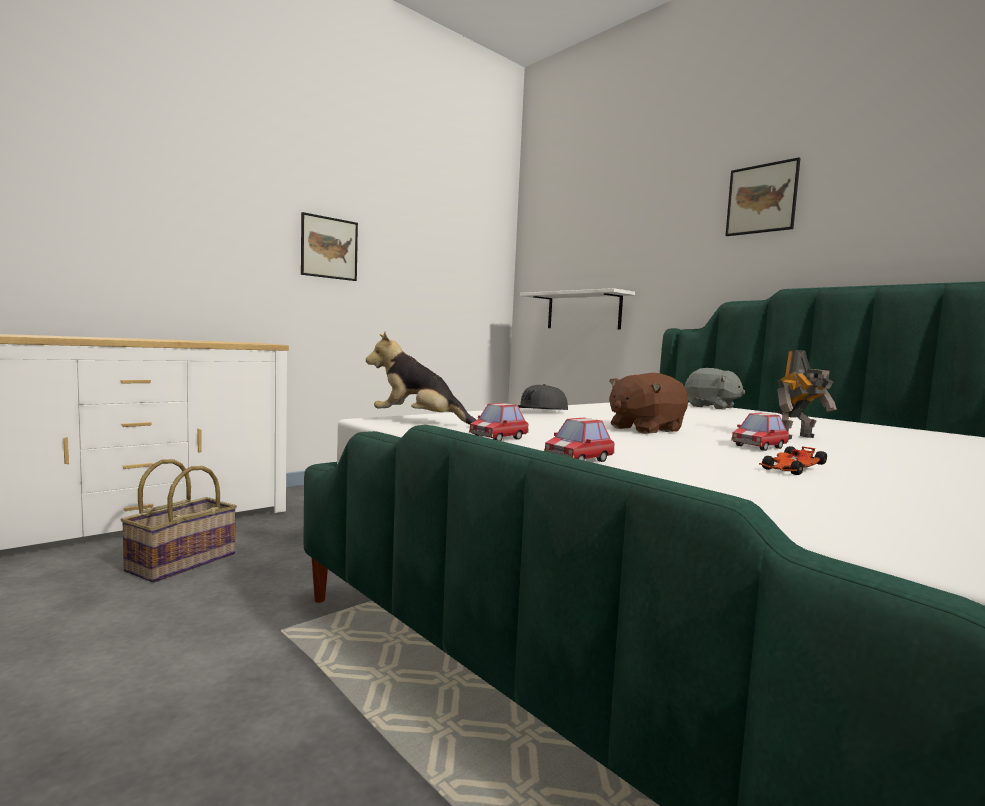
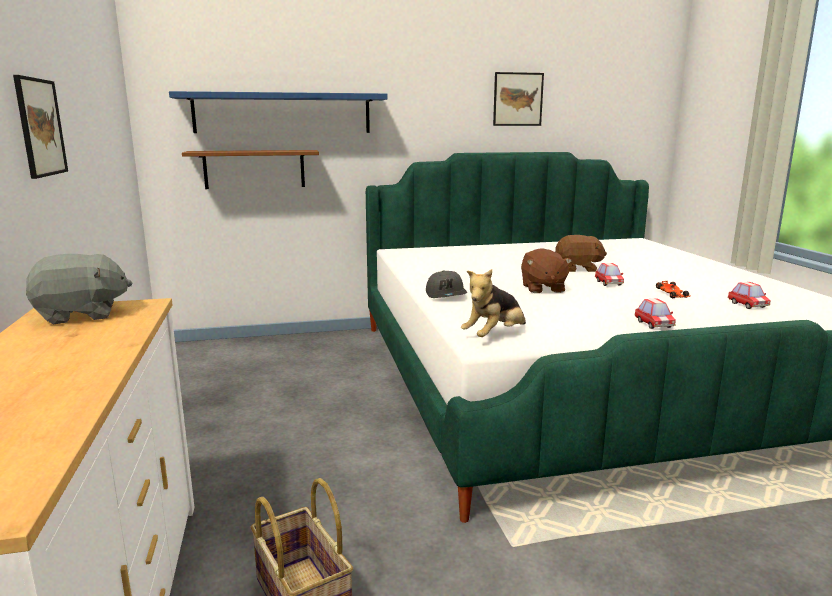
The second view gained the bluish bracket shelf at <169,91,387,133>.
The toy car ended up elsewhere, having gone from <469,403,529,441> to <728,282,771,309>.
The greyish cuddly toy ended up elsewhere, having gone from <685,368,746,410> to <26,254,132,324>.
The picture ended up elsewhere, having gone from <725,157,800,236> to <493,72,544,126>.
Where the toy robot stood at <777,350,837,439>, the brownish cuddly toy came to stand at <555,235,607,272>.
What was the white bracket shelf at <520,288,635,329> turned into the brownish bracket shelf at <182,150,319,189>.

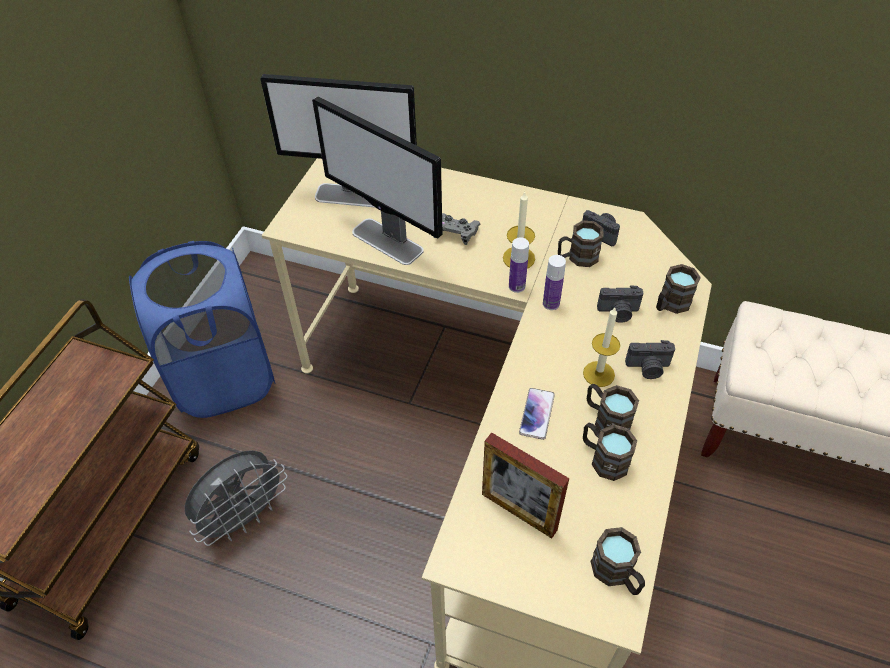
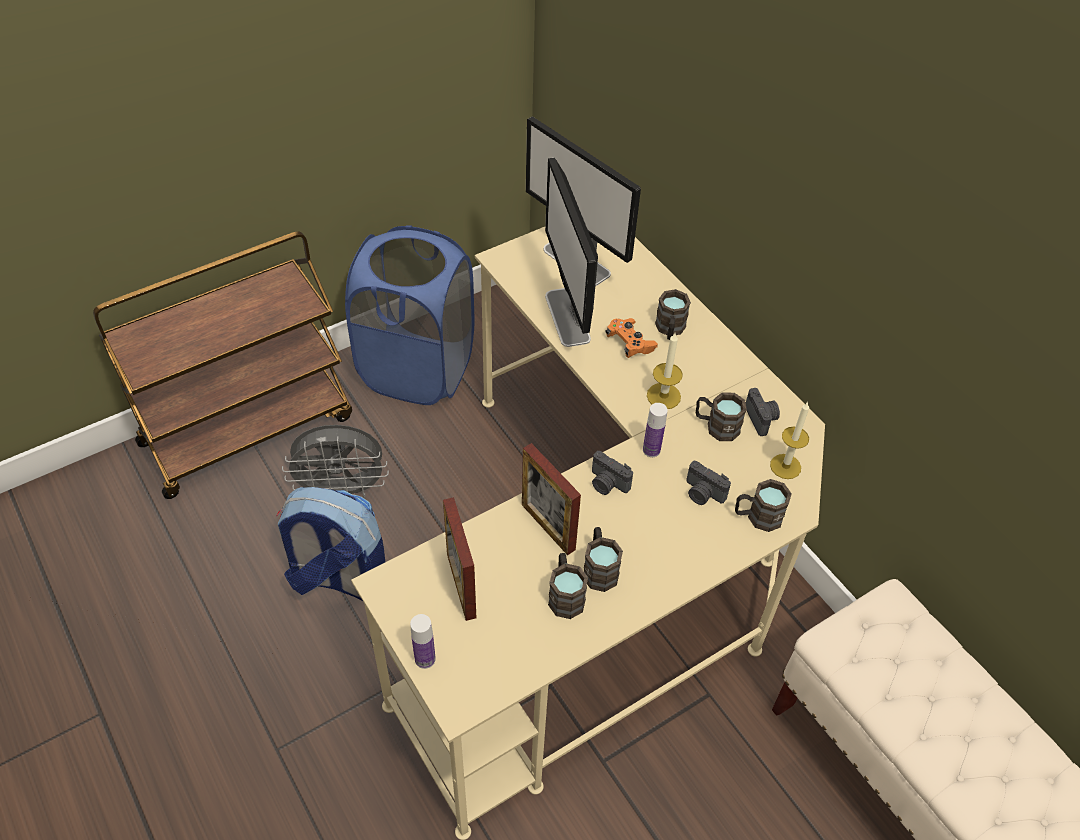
The second view gained the knapsack at <276,487,385,601>.
The beverage bottle ended up elsewhere, having gone from <509,237,529,293> to <410,614,436,669>.
The wax light ended up elsewhere, having gone from <583,308,620,387> to <770,402,809,479>.
The brownish tea mug ended up elsewhere, having gone from <591,527,645,595> to <655,289,691,340>.
The still camera ended up elsewhere, having gone from <625,340,675,379> to <592,451,633,495>.
Where the telephone stood at <519,388,555,440>, the picture frame came to stand at <522,443,581,555>.
What was the greyish joypad at <433,213,480,245> turned into the orangey joypad at <606,318,658,358>.

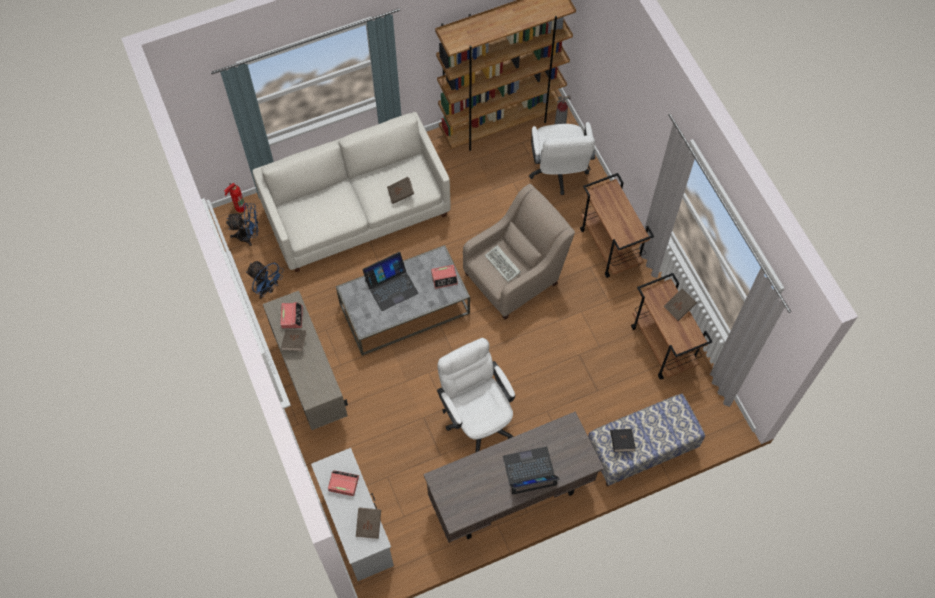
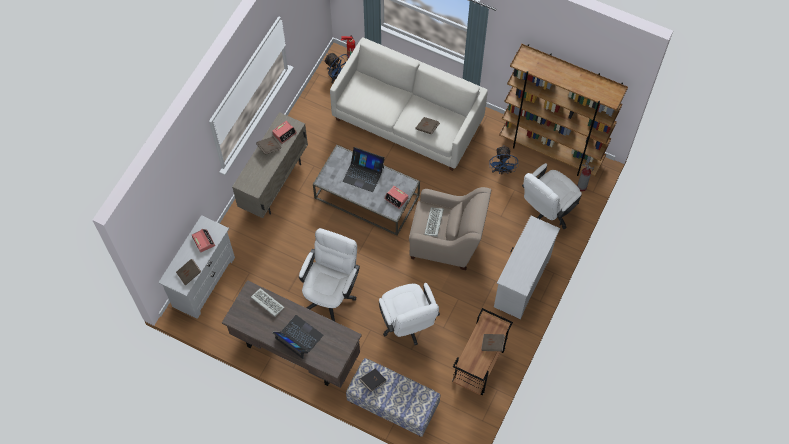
The second view gained the PC keyboard at <251,288,284,317>.
The second view gained the white office chair at <379,283,440,345>.
The bluish fan ended up elsewhere, having gone from <246,261,284,299> to <489,146,518,174>.
Where the brownish cart stood at <580,173,654,278>, the white dresser came to stand at <494,216,560,319>.

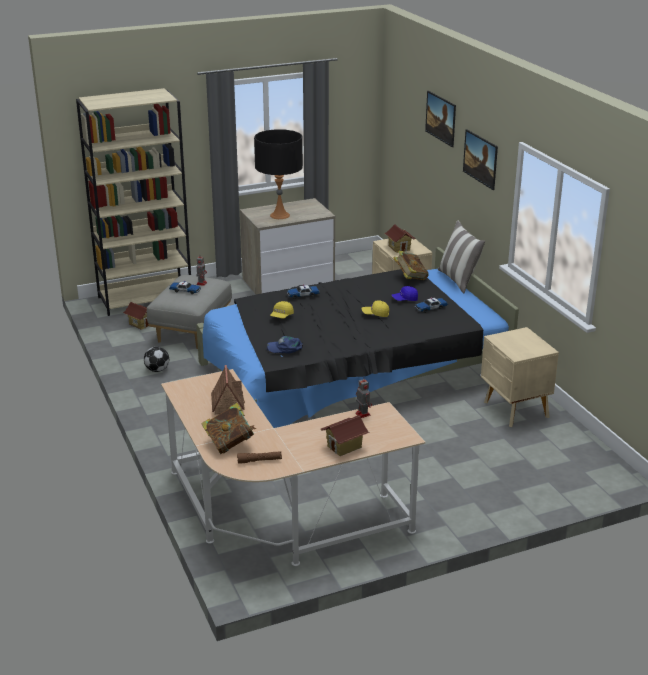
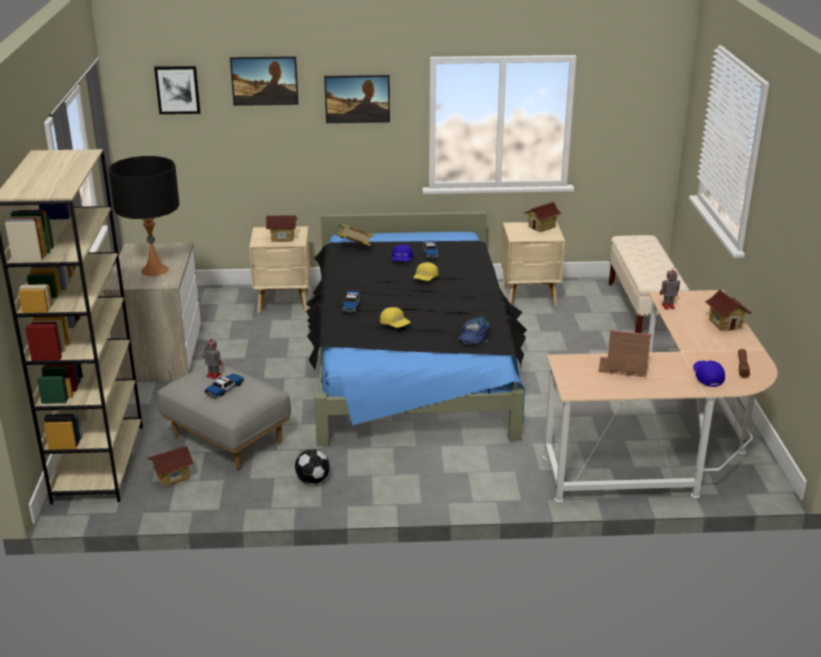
The second view lost the cushion at <438,220,485,293>.
The second view gained the picture at <154,66,201,114>.
The second view gained the toy house at <524,202,562,232>.
The second view gained the sand-coloured indoor bench at <609,235,689,333>.
Where the volume stood at <201,403,256,454>, the bluish cap came to stand at <693,360,725,387>.

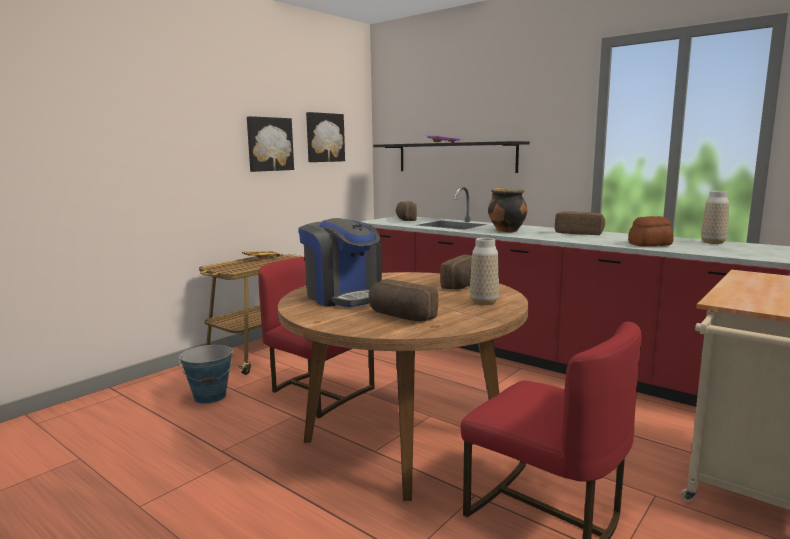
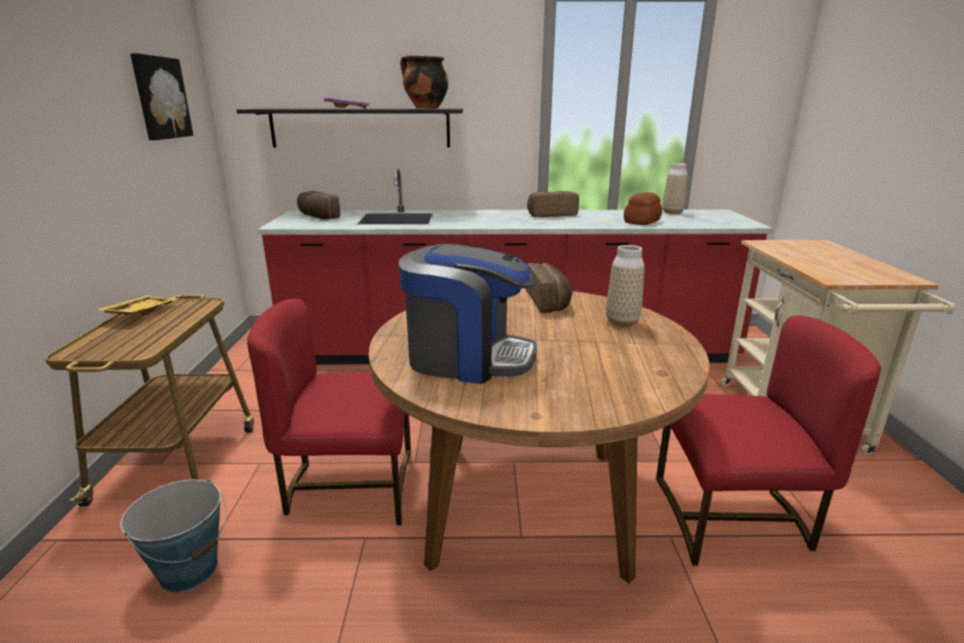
The second view lost the picture at <247,116,294,172>.
The second view lost the baked bread at <369,279,438,321>.
The cooking pot ended up elsewhere, having gone from <488,187,528,232> to <400,56,448,109>.

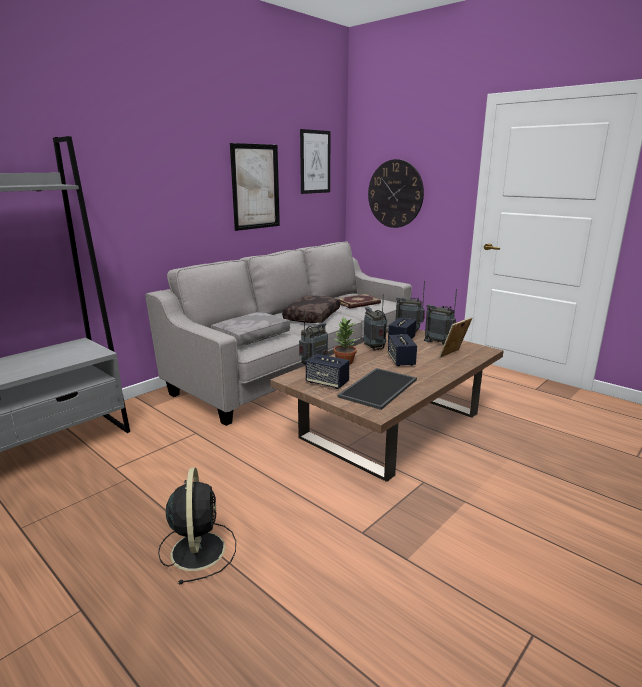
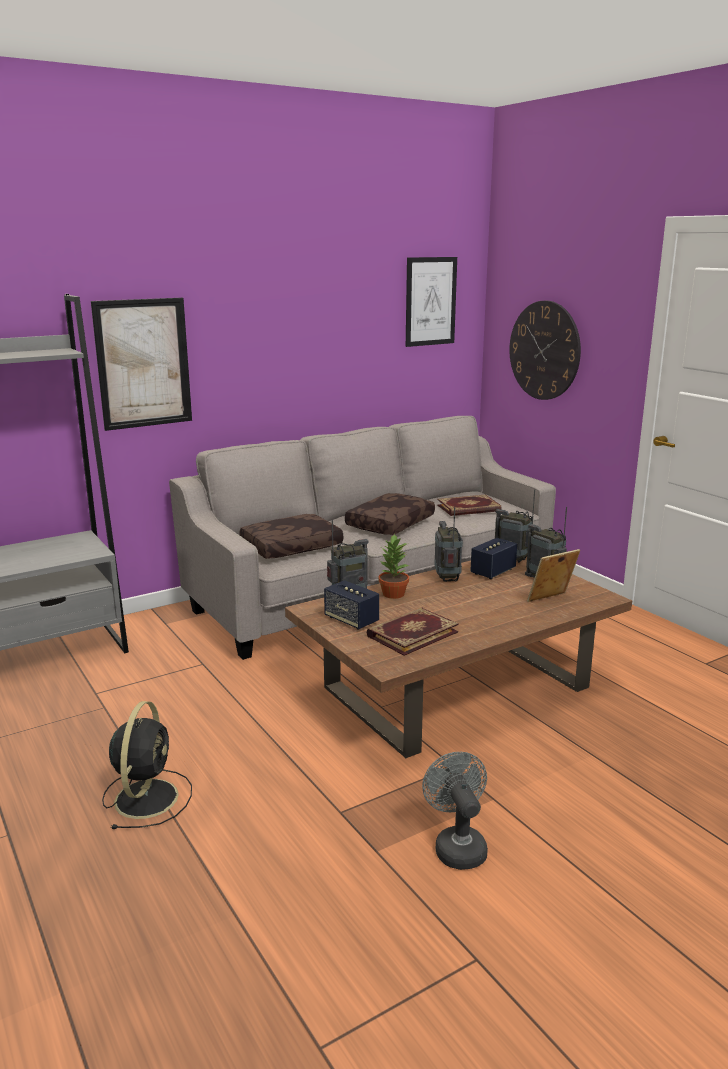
The second view lost the speaker at <388,334,417,366>.
The second view gained the greyish fan at <422,752,488,870>.
The picture ended up elsewhere, having gone from <230,143,280,231> to <91,298,192,431>.
Where the carrying tray stood at <337,368,417,410>, the volume came to stand at <366,608,459,656>.
What was the greyish cushion at <211,312,290,346> turned into the brownish cushion at <240,514,343,559>.

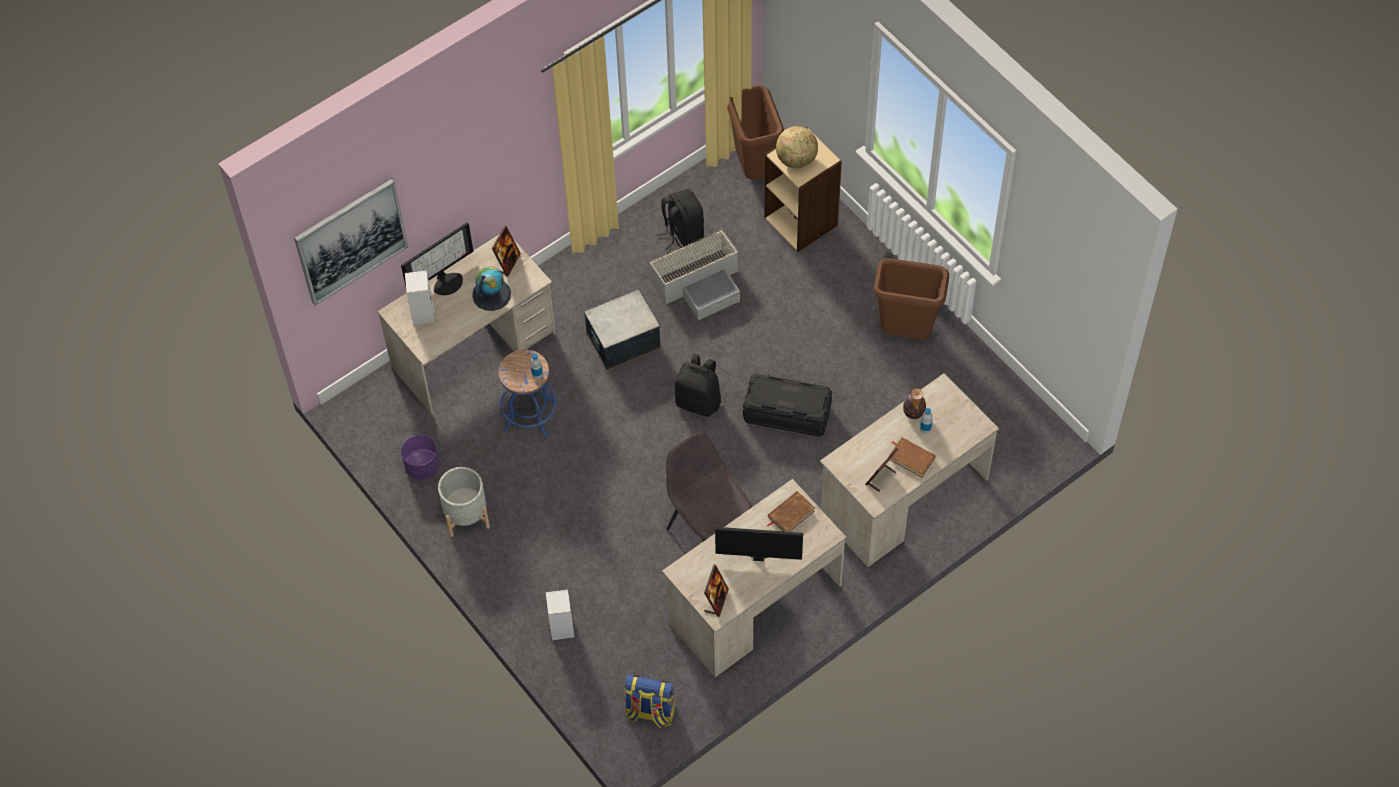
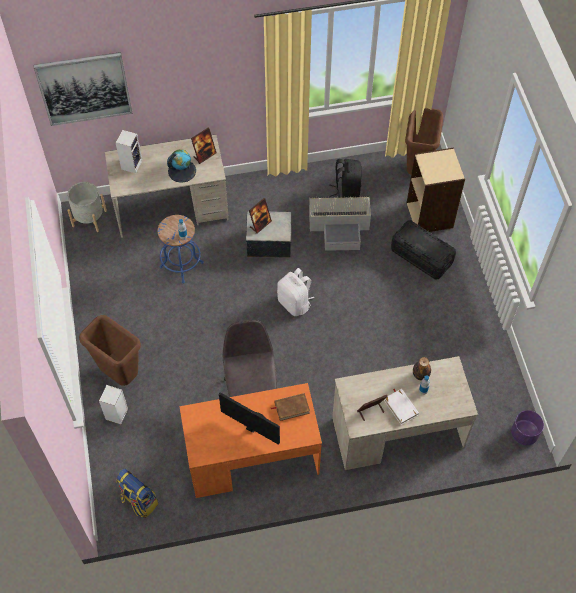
The second view lost the monitor at <401,222,473,295>.
The second view lost the world globe at <776,126,818,169>.
The purple-coloured plant pot ended up elsewhere, having gone from <401,435,440,480> to <511,410,544,445>.
The greyish plant pot ended up elsewhere, having gone from <438,467,490,537> to <67,182,107,232>.
The picture frame ended up elsewhere, having gone from <704,565,729,617> to <249,198,272,234>.
The black-coloured storage container ended up elsewhere, having gone from <743,373,832,437> to <391,220,456,280>.
The brownish trash can ended up elsewhere, having gone from <874,258,949,339> to <79,315,141,386>.
What was the sand-coloured desk unit at <662,479,847,677> turned into the orangey desk unit at <179,383,322,498>.
What was the black-coloured knapsack at <674,354,721,417> turned into the white knapsack at <277,268,314,316>.
What was the brownish volume at <889,437,936,477> turned into the white volume at <384,389,419,425>.

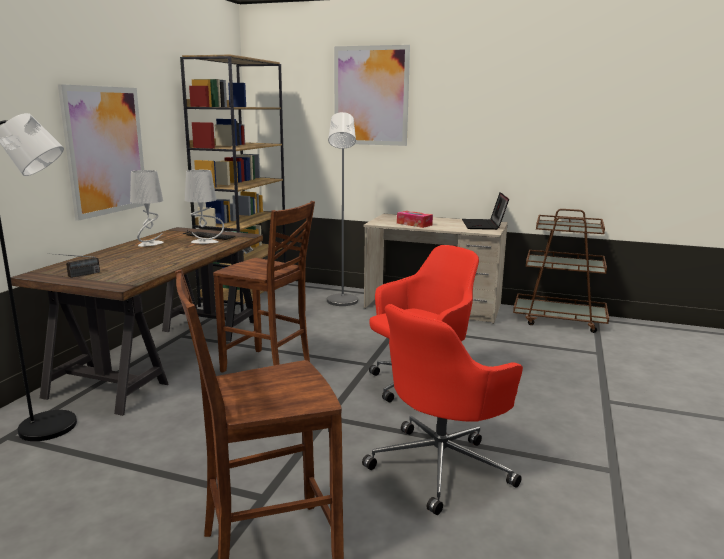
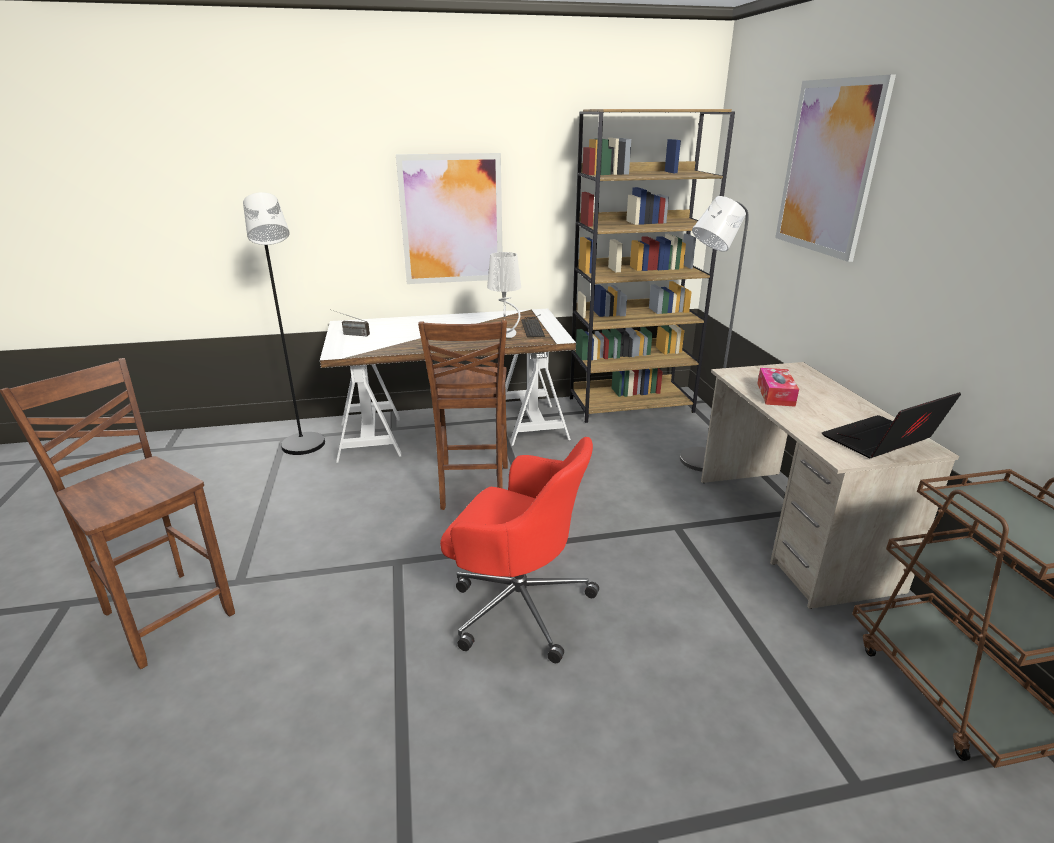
The second view lost the greyish tabletop lamp at <130,170,164,247>.
The second view lost the red-coloured office chair at <362,304,523,515>.
What was the brownish desk unit at <11,227,263,416> turned into the white desk unit at <320,309,576,463>.

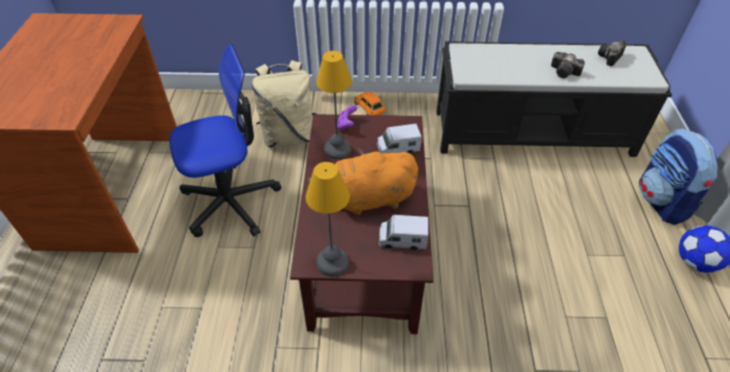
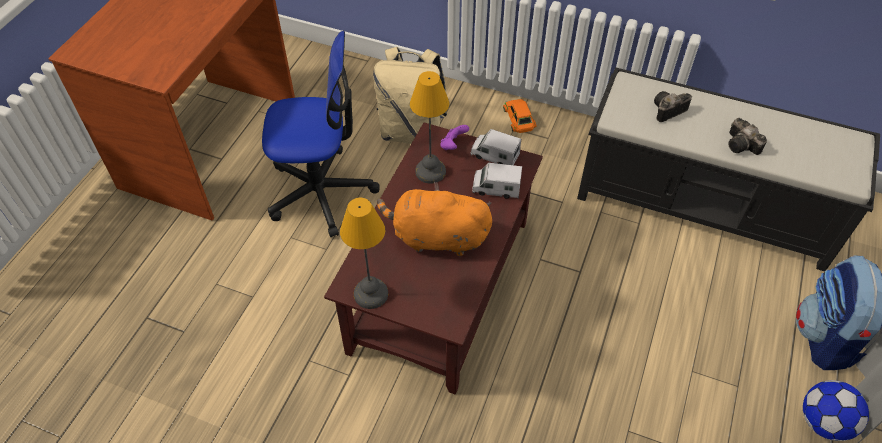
The toy truck ended up elsewhere, having gone from <379,215,428,250> to <470,129,521,165>.
The still camera ended up elsewhere, having gone from <598,40,627,66> to <654,91,692,122>.

